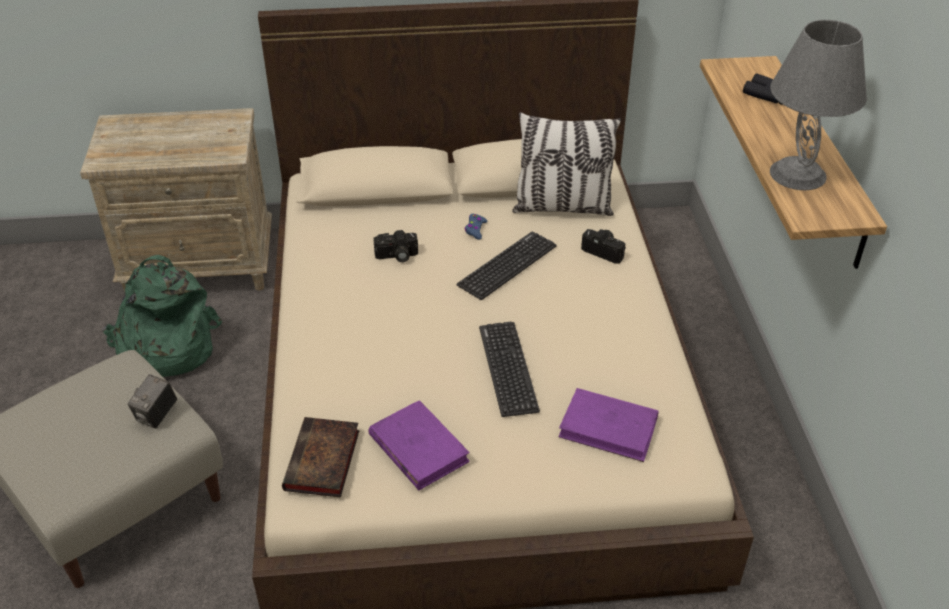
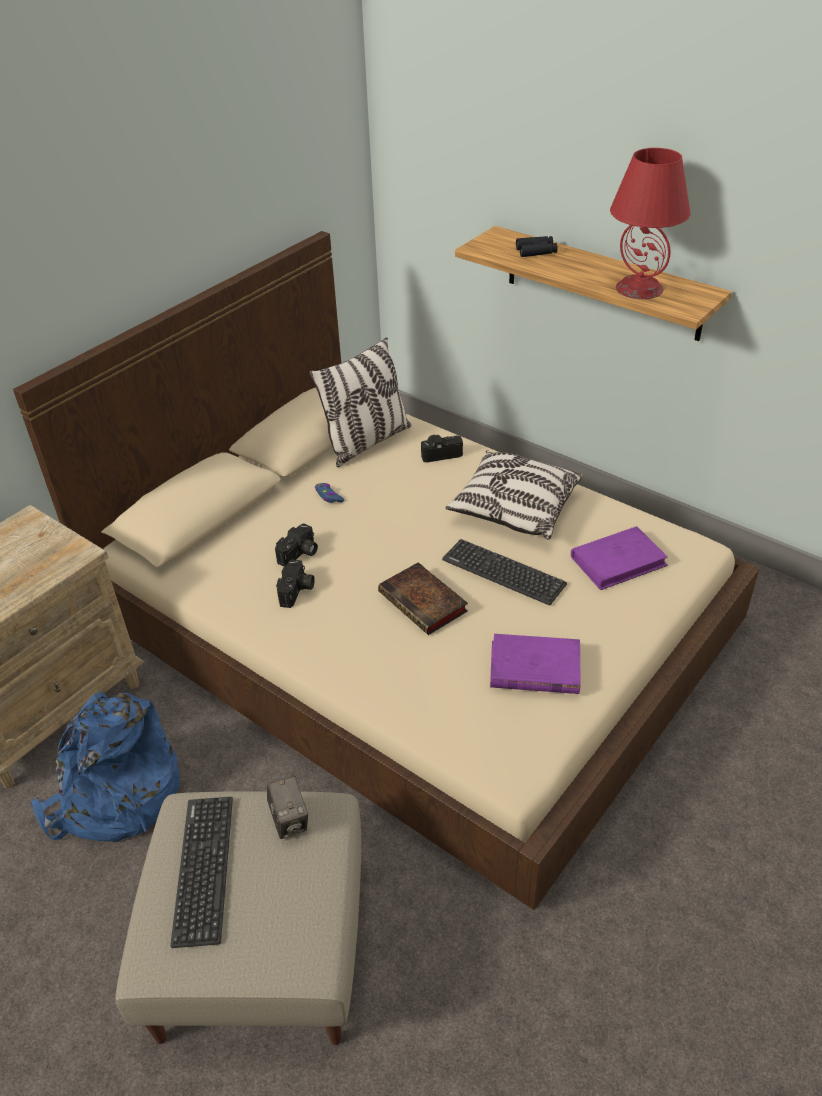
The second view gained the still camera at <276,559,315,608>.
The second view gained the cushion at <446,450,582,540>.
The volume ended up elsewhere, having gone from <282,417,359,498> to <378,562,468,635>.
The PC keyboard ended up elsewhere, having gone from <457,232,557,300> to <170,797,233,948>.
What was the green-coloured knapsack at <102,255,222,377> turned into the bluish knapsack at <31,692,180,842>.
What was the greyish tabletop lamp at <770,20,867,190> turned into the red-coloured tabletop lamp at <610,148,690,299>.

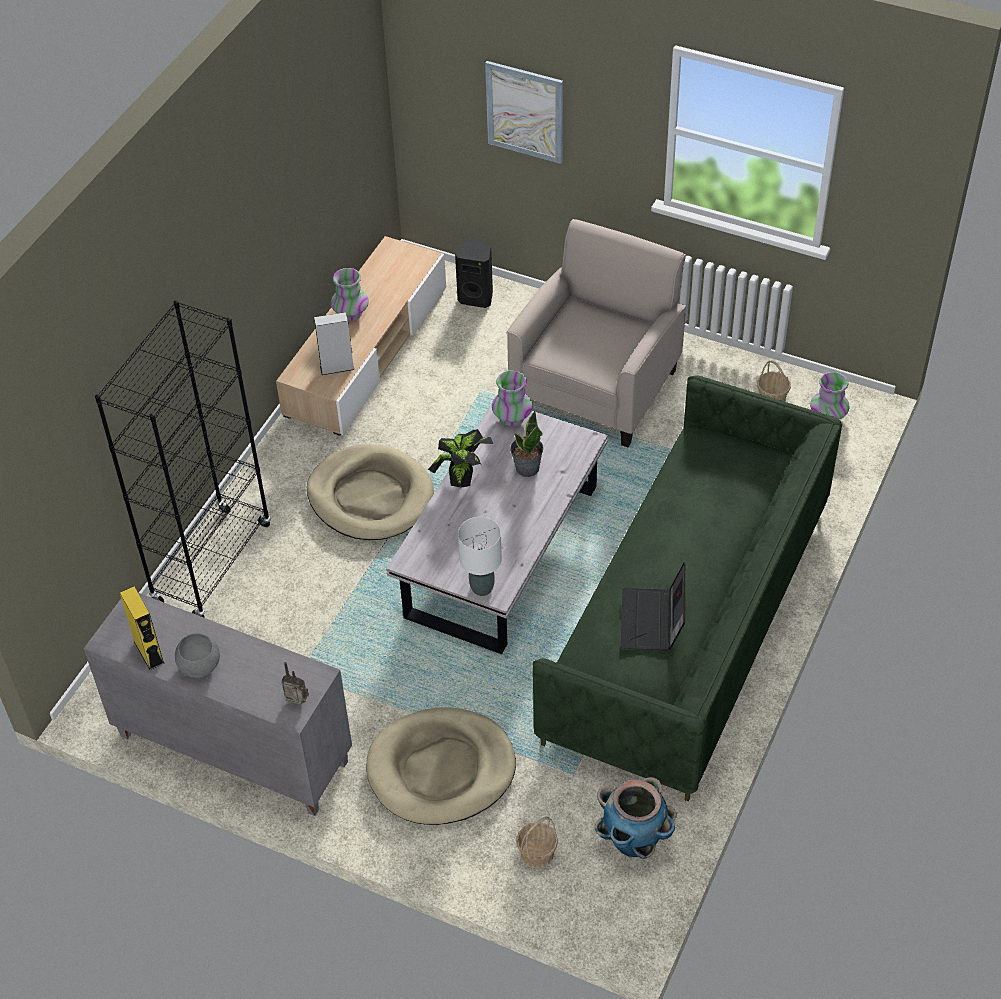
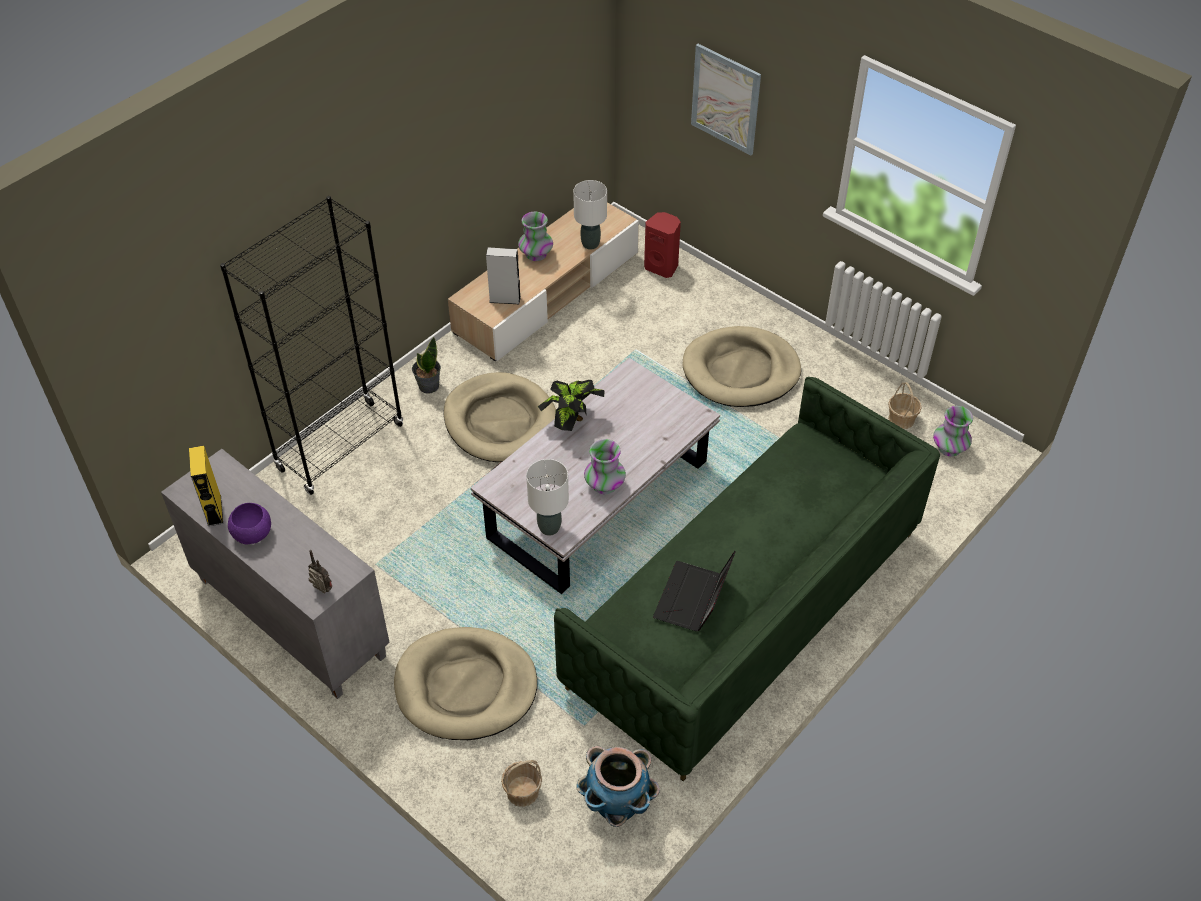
The second view gained the white tabletop lamp at <573,180,607,250>.
The vase ended up elsewhere, having gone from <492,370,533,426> to <584,439,626,494>.
The houseplant ended up elsewhere, having gone from <510,410,543,477> to <412,337,441,394>.
Where the sand-coloured easy chair stood at <507,219,686,447>, the sand-coloured dog bed came to stand at <682,326,801,407>.
What was the greyish deep dish at <175,633,220,678> turned into the purple-coloured deep dish at <228,503,271,544>.
What was the black-coloured speaker at <455,239,493,308> turned into the red-coloured speaker at <644,212,681,278>.

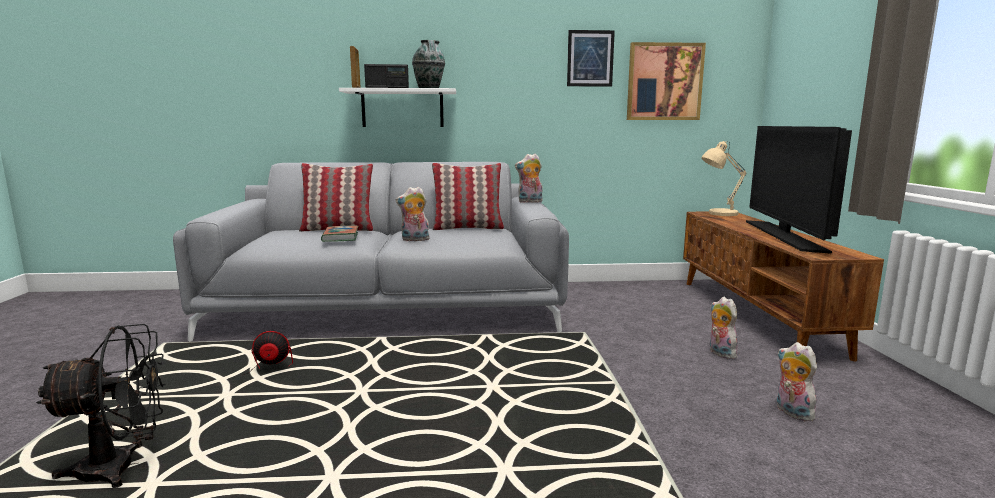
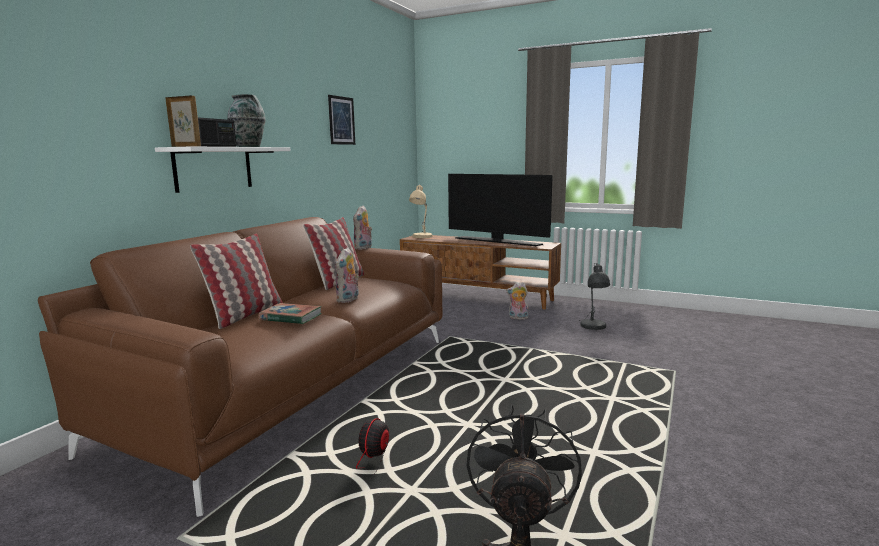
The second view lost the picture at <627,42,706,120>.
Where the cuddly toy stood at <777,342,817,421>, the greyish tabletop lamp came to stand at <580,264,610,330>.
What was the greyish sofa at <173,162,569,341> turned into the brownish sofa at <38,217,442,517>.

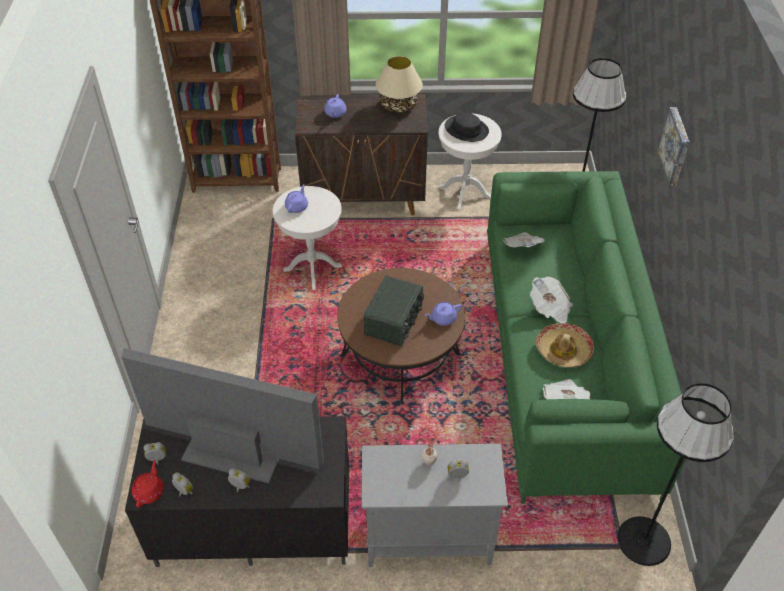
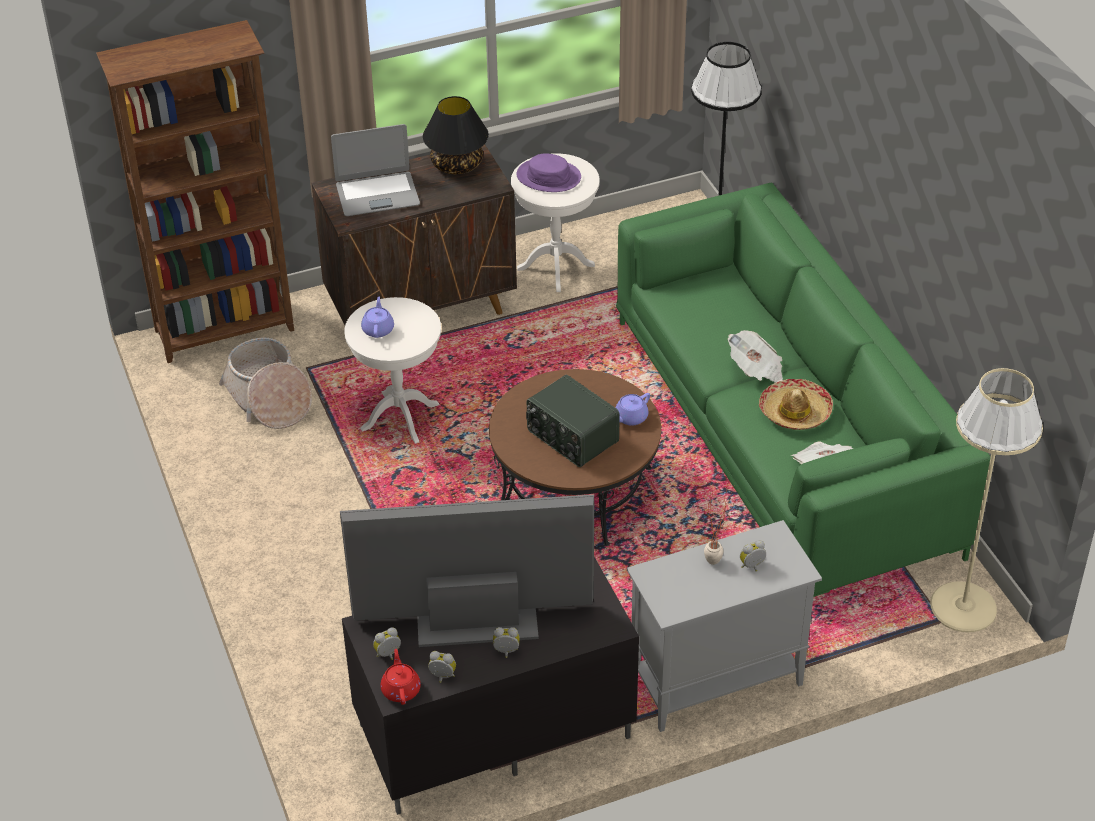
The second view lost the newspaper at <503,232,545,247>.
The second view lost the picture at <658,107,690,186>.
The second view gained the storage basket at <219,338,312,429>.
Where the purple-coloured pot for tea stood at <324,94,347,118>, the notebook computer came to stand at <331,124,420,216>.
What was the sand-coloured tabletop lamp at <376,56,423,113> turned into the black-coloured tabletop lamp at <423,96,489,174>.
What was the black-coloured hat at <445,112,489,142> turned into the purple-coloured hat at <517,153,581,192>.
What was the black-coloured floor lamp at <618,383,734,566> turned into the sand-coloured floor lamp at <930,368,1043,632>.
The radio receiver at <363,275,424,346> ended up facing another way, 135 degrees clockwise from before.

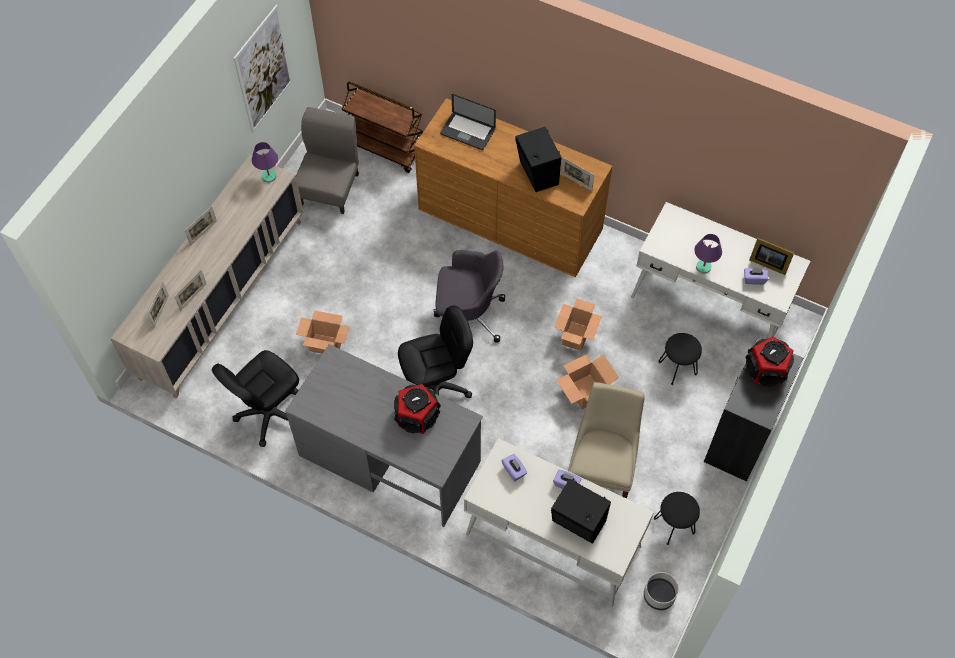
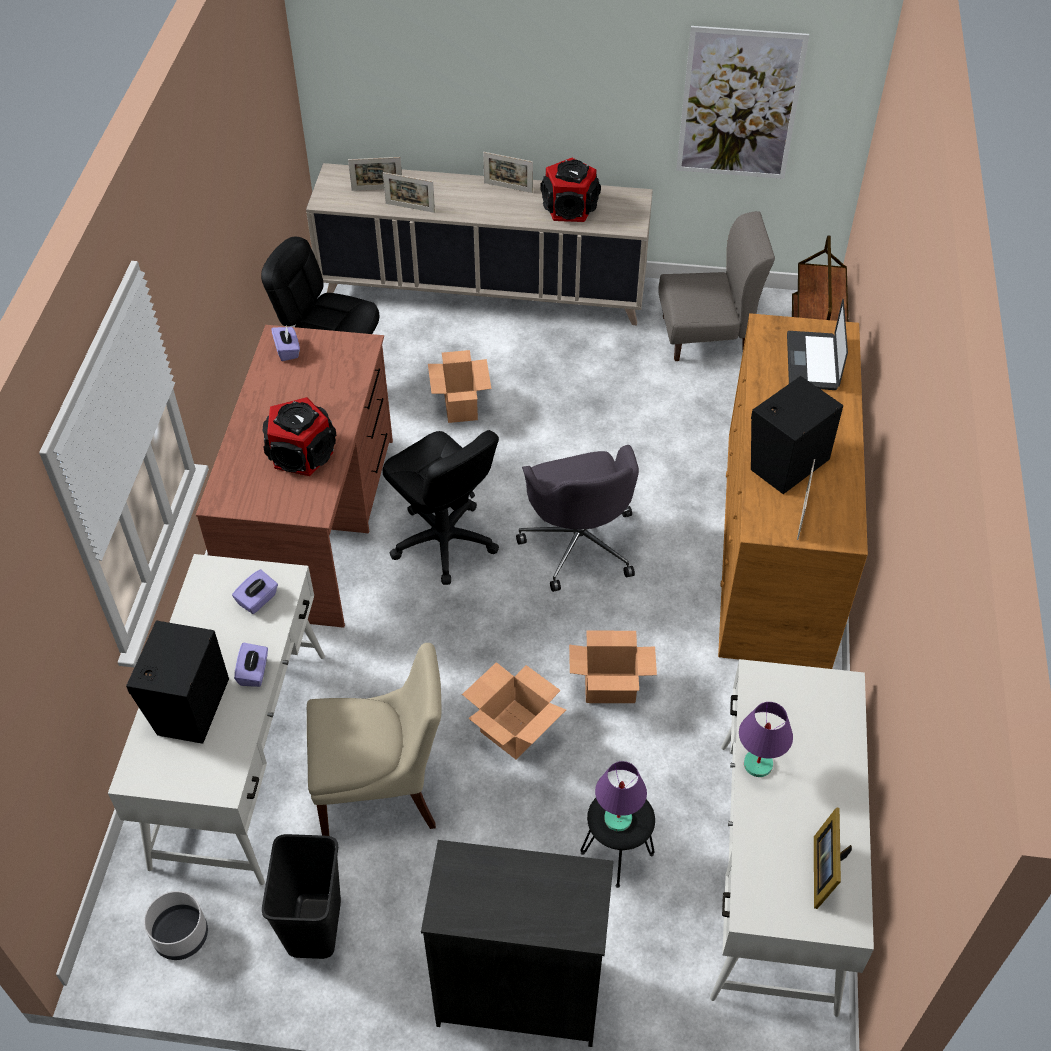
The purple-coloured tabletop lamp ended up elsewhere, having gone from <252,142,278,182> to <595,761,647,831>.
The purple-coloured tissue box ended up elsewhere, having gone from <744,268,768,285> to <271,326,300,361>.
The speaker ended up elsewhere, having gone from <746,336,794,387> to <540,158,601,222>.
Where the black-coloured stool stood at <654,492,700,545>, the black-coloured trash can came to stand at <262,834,341,959>.
What was the greyish desk unit at <285,344,483,527> turned into the brownish desk unit at <196,325,393,628>.

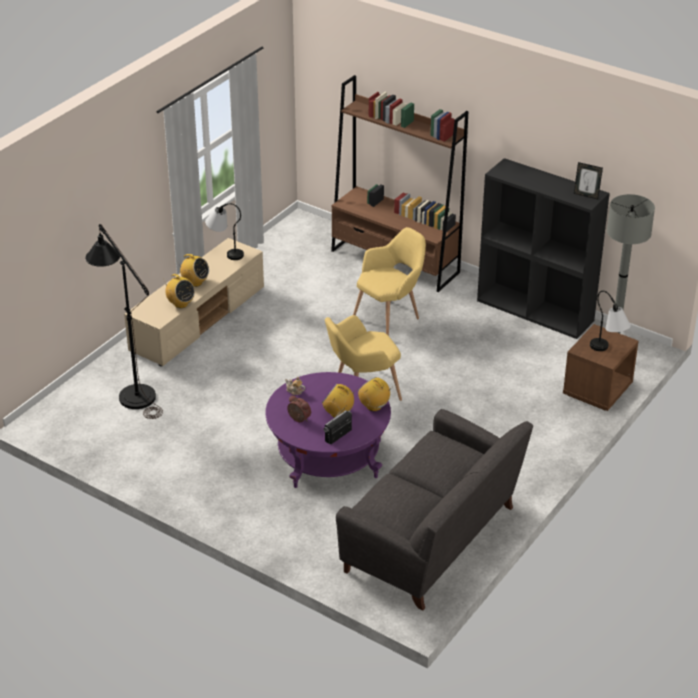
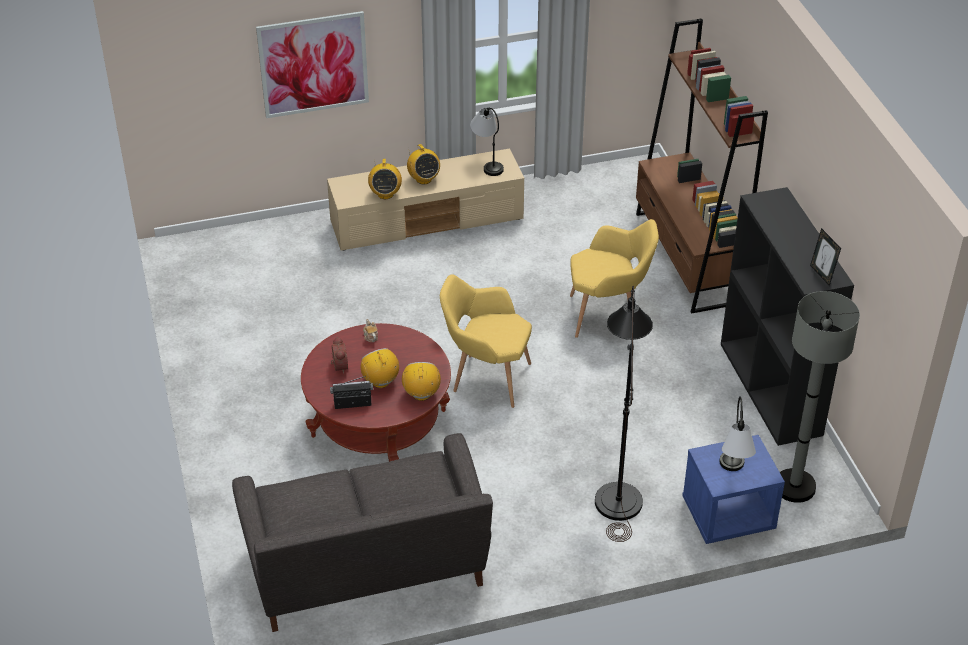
The second view gained the picture at <256,11,369,118>.
The black-coloured floor lamp ended up elsewhere, having gone from <85,224,163,419> to <595,286,653,542>.
What was the purple-coloured lounge table at <265,372,391,488> turned into the red-coloured lounge table at <301,323,451,462>.
What was the brownish bedside table at <563,324,638,411> turned into the bluish bedside table at <682,435,785,544>.

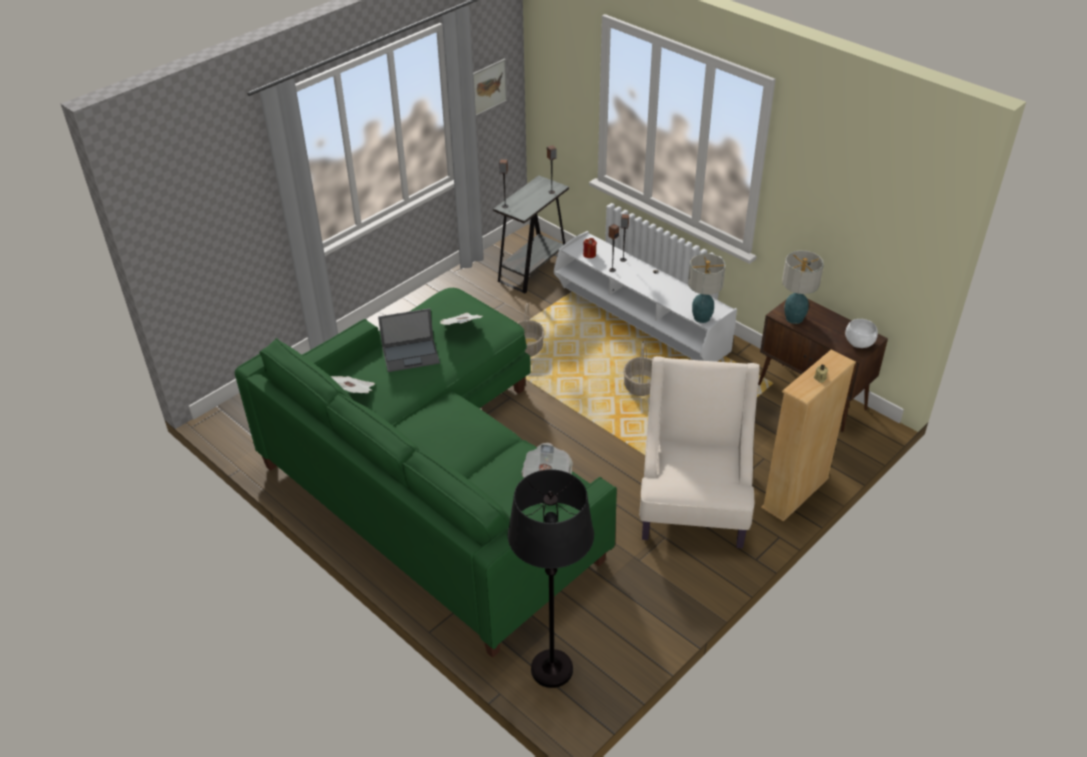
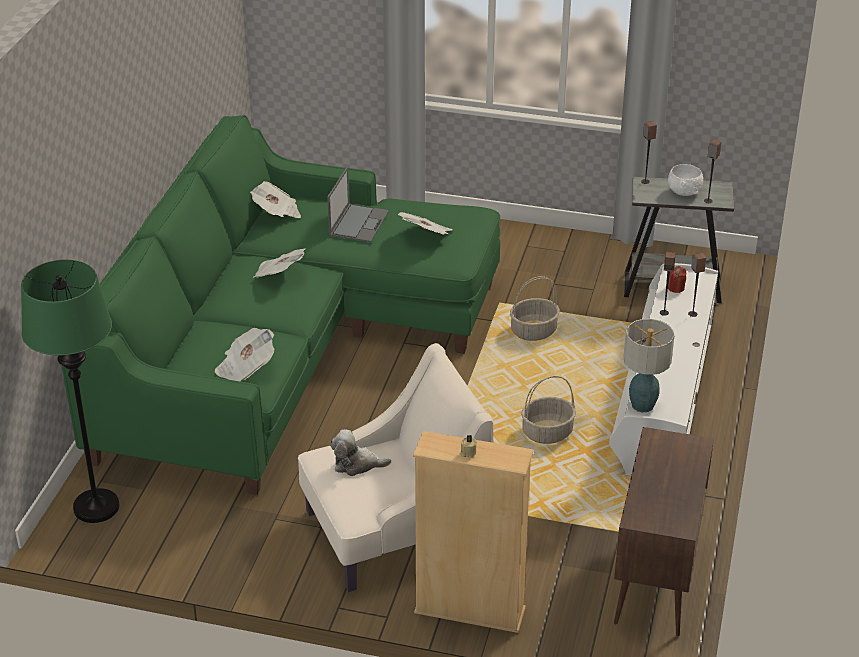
The second view lost the picture at <473,58,507,116>.
The second view lost the tabletop lamp at <782,250,824,324>.
The second view gained the newspaper at <253,248,306,278>.
The second view gained the cuddly toy at <330,429,391,476>.
The white deep dish ended up elsewhere, having gone from <845,319,878,348> to <668,164,703,196>.
What was the black-coloured floor lamp at <508,469,594,688> turned into the green-coloured floor lamp at <21,260,119,523>.
The notebook computer at <378,308,440,372> ended up facing another way, 120 degrees counterclockwise from before.

